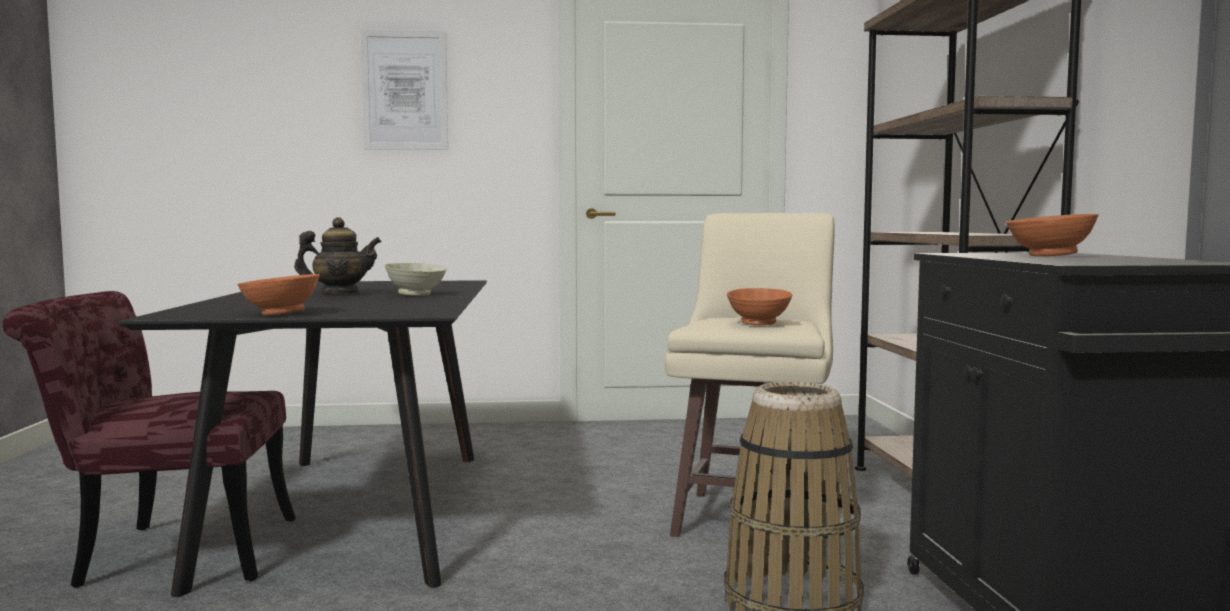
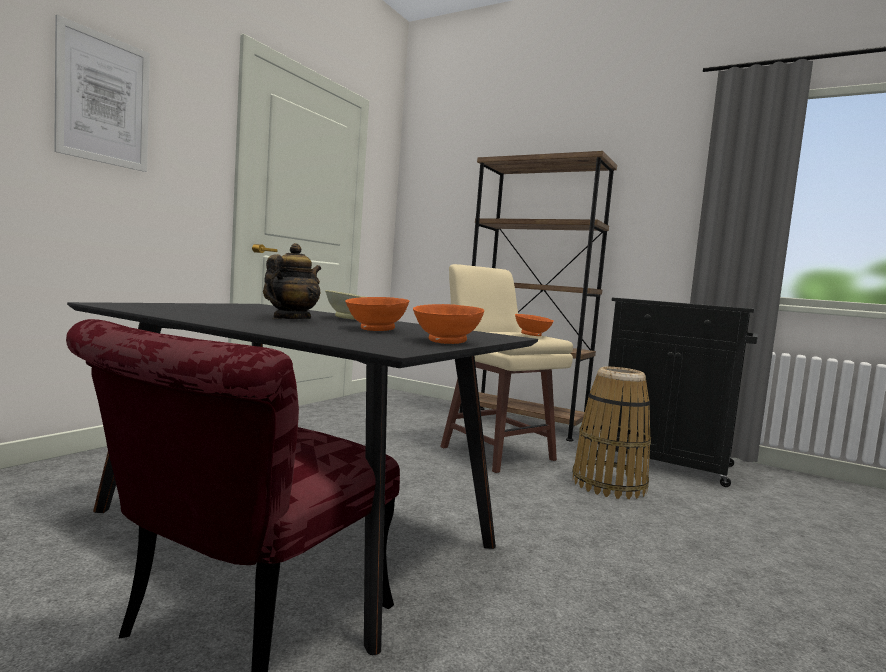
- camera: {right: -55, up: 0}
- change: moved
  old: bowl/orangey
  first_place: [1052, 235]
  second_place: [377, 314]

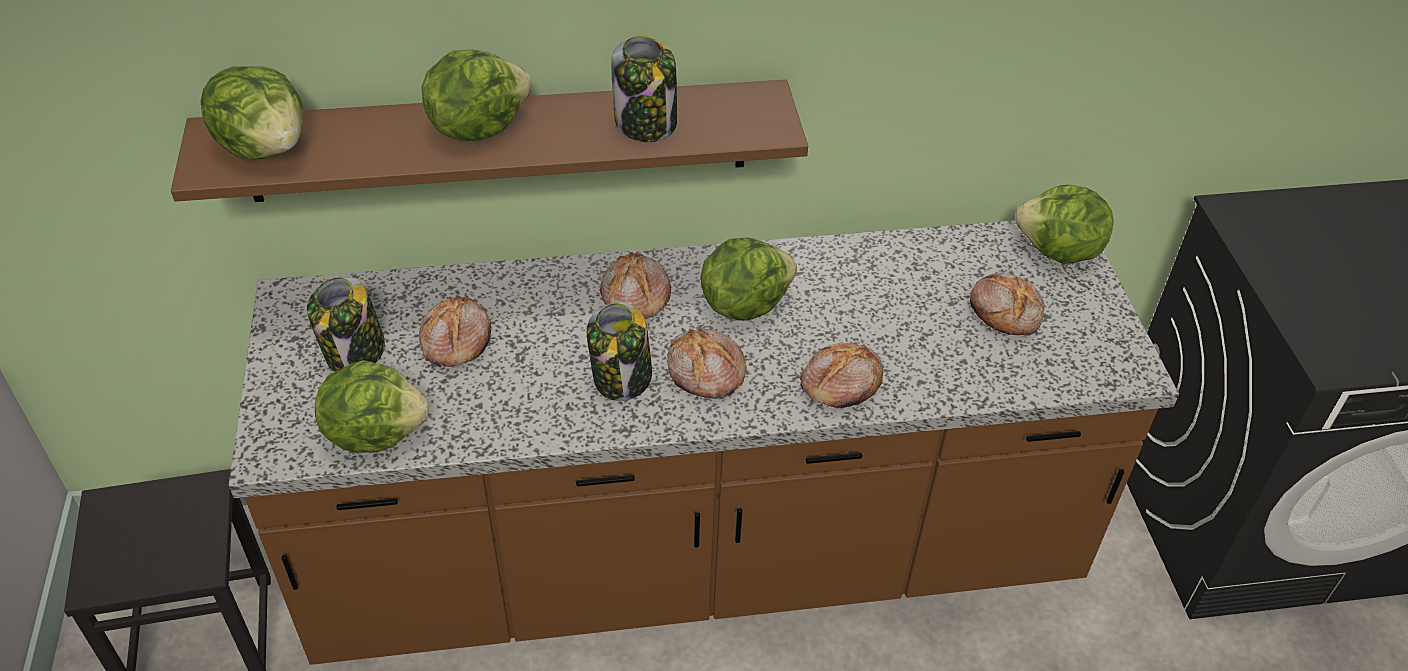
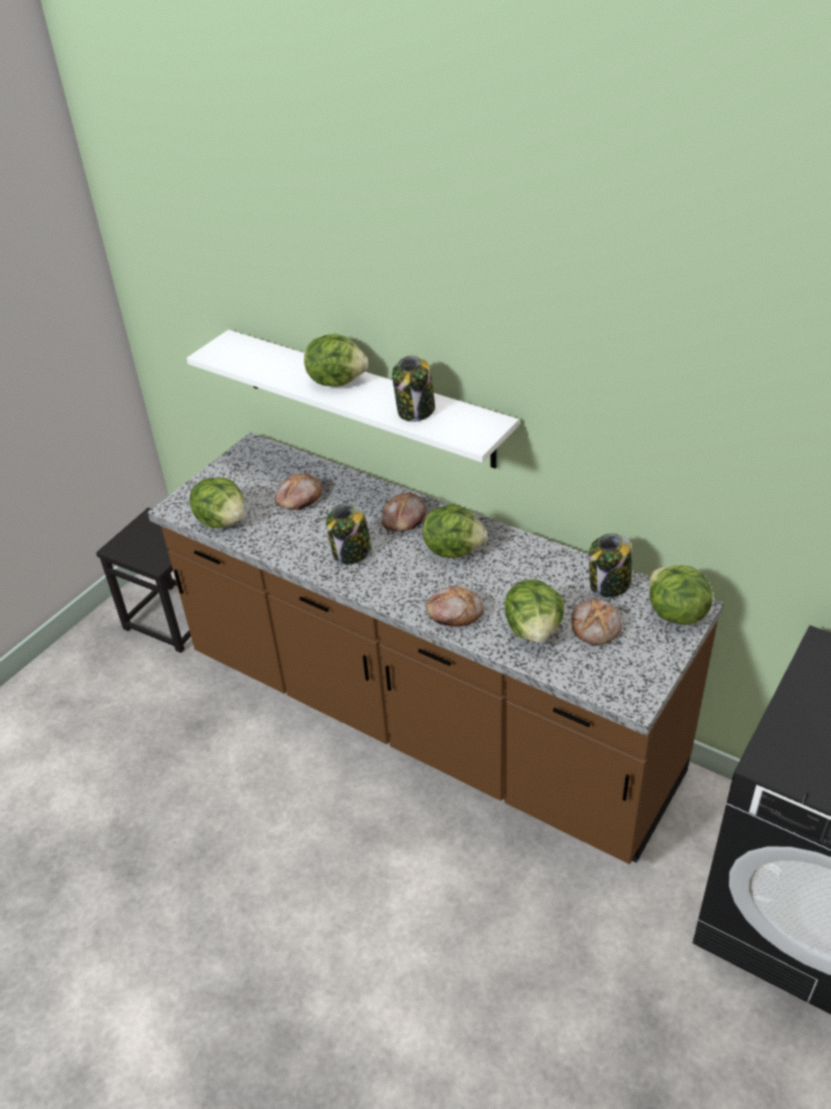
- camera: {right: 45, up: -5}
- change: removed
  old: baked bread
  first_place: [707, 364]
- change: moved
  old: head of lettuce
  first_place: [251, 112]
  second_place: [534, 611]
- change: moved
  old: preserve jar
  first_place: [346, 324]
  second_place: [610, 565]
- change: recoloured
  old: bracket shelf/brown
  new: bracket shelf/white-coloured
  first_place: [489, 140]
  second_place: [353, 399]

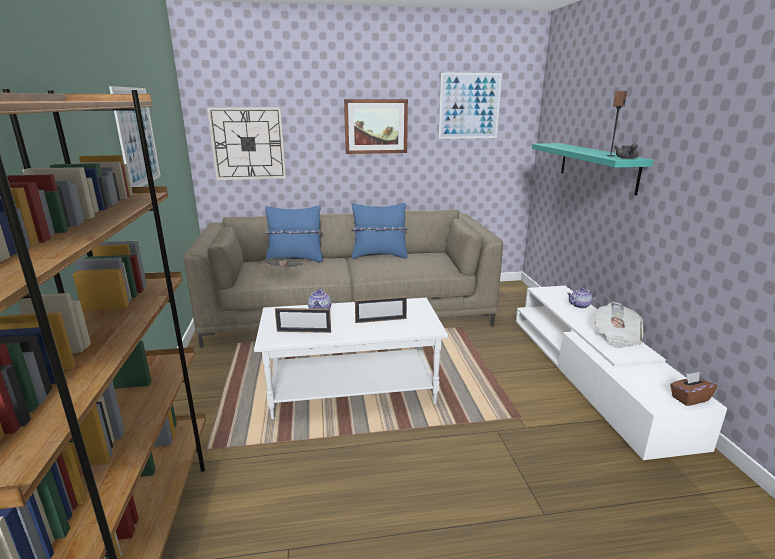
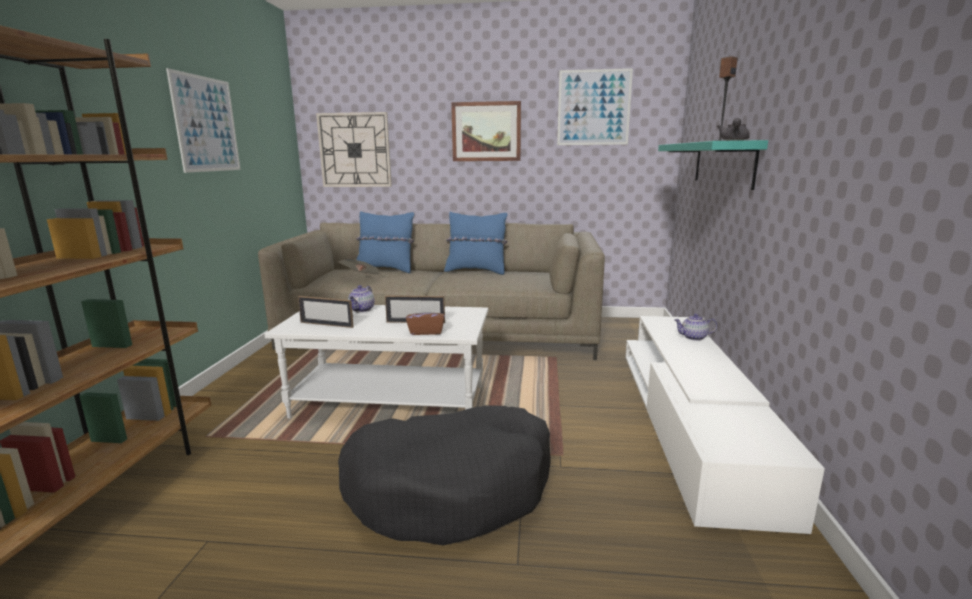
- camera: {right: 15, up: -5}
- change: removed
  old: printed paper
  first_place: [618, 325]
- change: added
  new: pet bed/black
  second_place: [444, 475]
- change: moved
  old: tissue box/brown
  first_place: [693, 389]
  second_place: [425, 319]

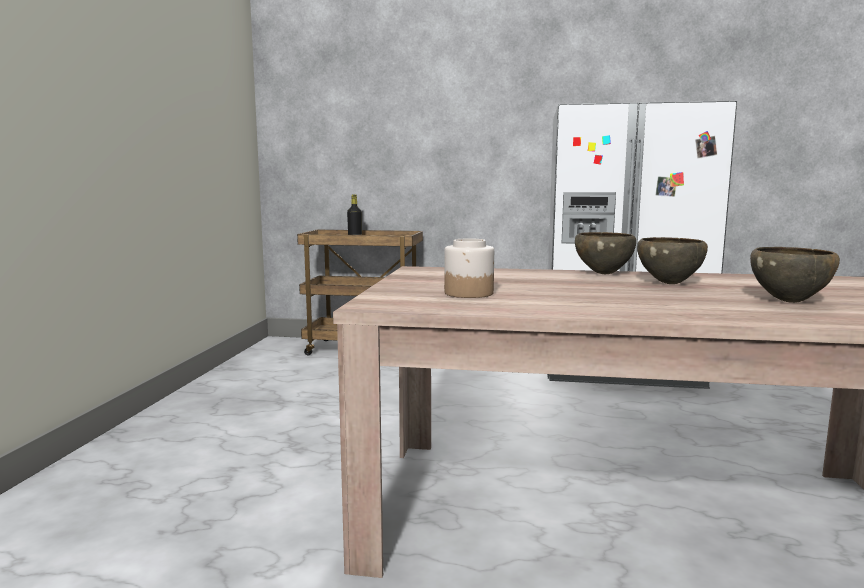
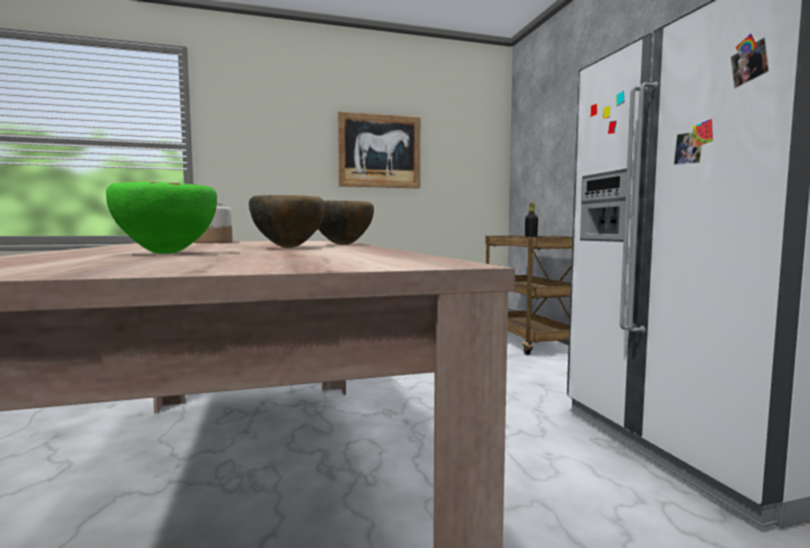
- camera: {right: 65, up: -5}
- change: added
  new: wall picture
  second_place: [379, 149]
- change: recoloured
  old: bowl/brown
  new: bowl/greenish
  first_place: [795, 275]
  second_place: [161, 218]

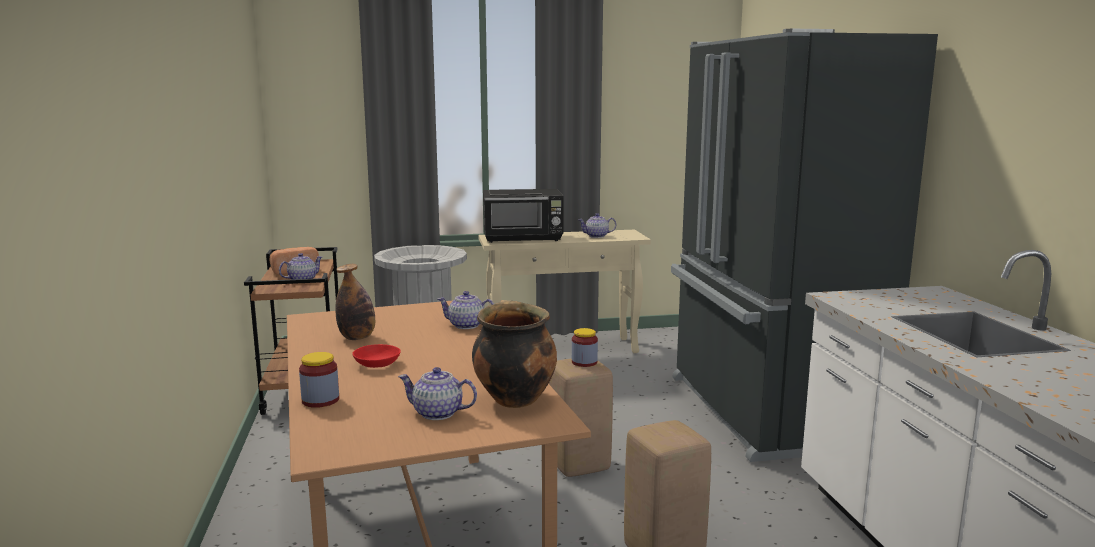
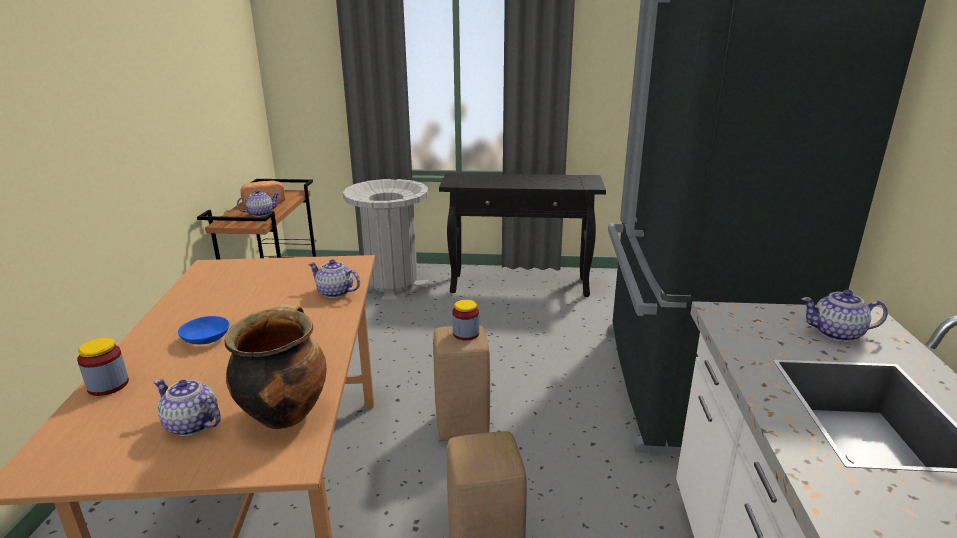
- camera: {right: 15, up: 10}
- change: removed
  old: beverage bottle
  first_place: [355, 302]
- change: removed
  old: kitchen microwave/black
  first_place: [523, 216]
- change: moved
  old: teapot
  first_place: [597, 225]
  second_place: [844, 316]
- change: recoloured
  old: bowl/red-coloured
  new: bowl/blue-coloured
  first_place: [376, 356]
  second_place: [204, 330]
- change: recoloured
  old: narrow table/beige-coloured
  new: narrow table/black
  first_place: [565, 291]
  second_place: [522, 235]

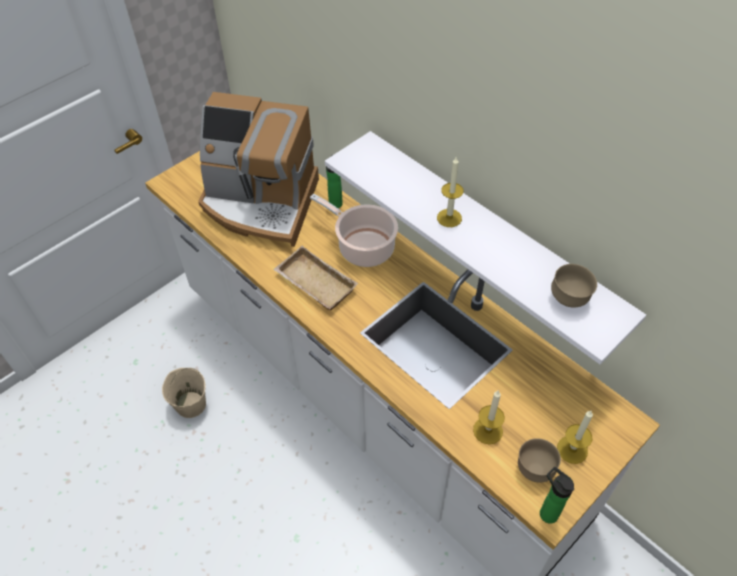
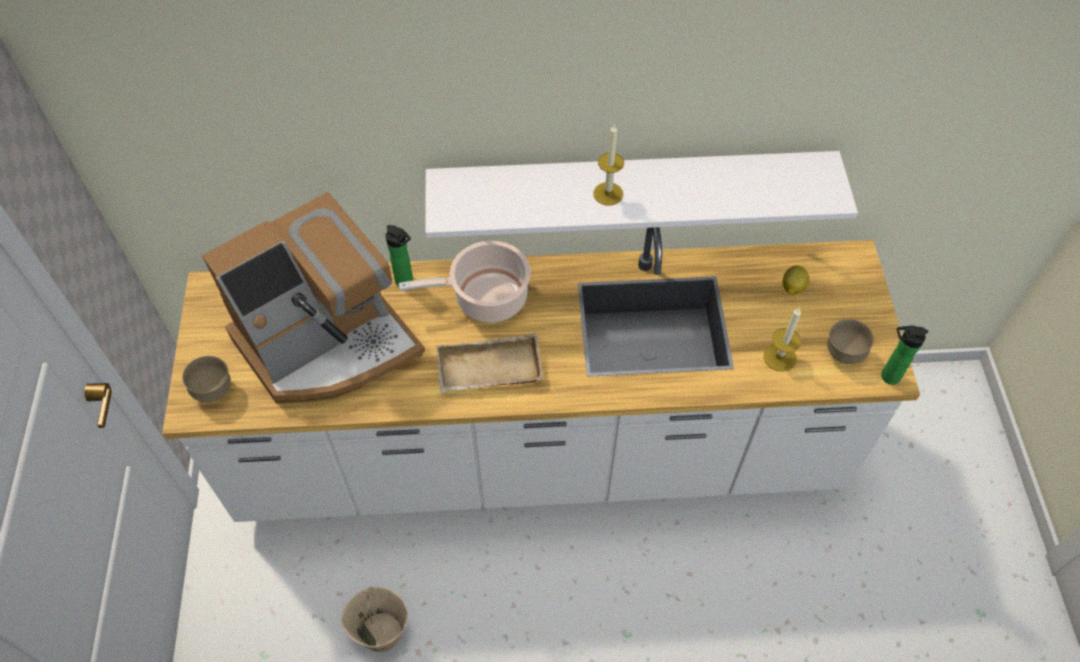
- camera: {right: -50, up: 5}
- change: removed
  old: candle
  first_place: [575, 437]
- change: added
  new: lemon
  second_place: [796, 279]
- change: moved
  old: bowl/brown
  first_place: [574, 285]
  second_place: [206, 379]

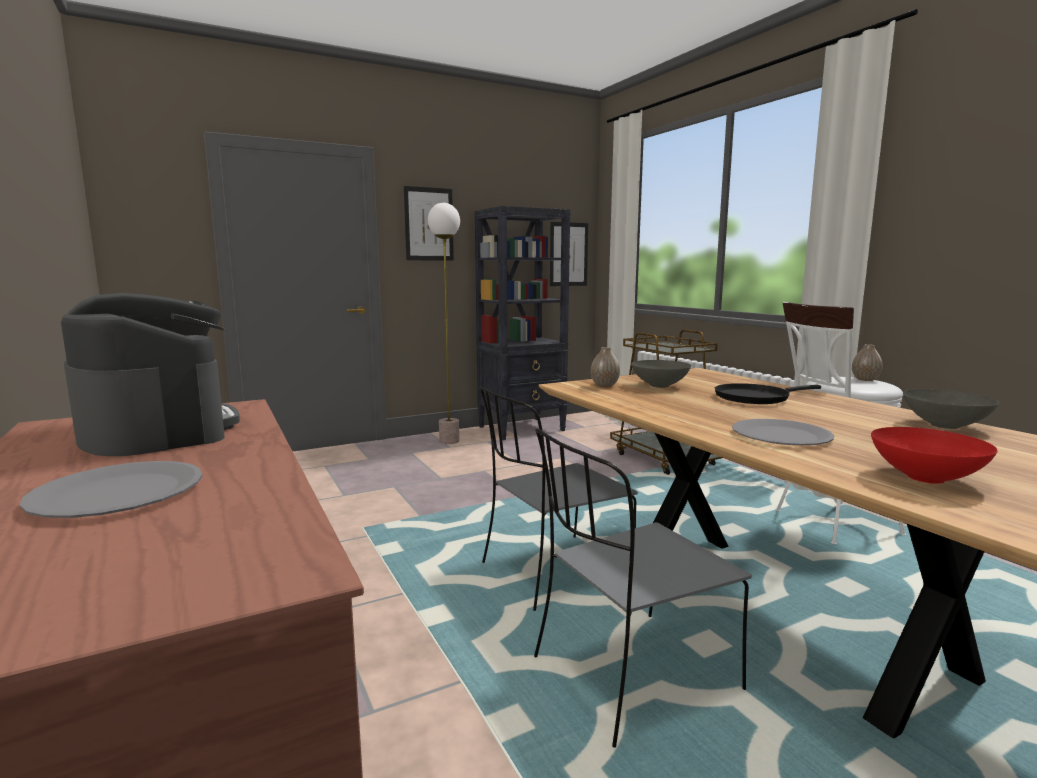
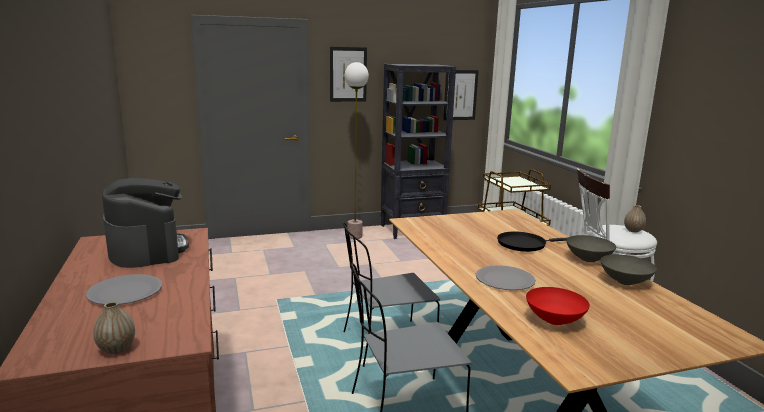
- camera: {right: 10, up: 5}
- change: moved
  old: decorative vase
  first_place: [605, 367]
  second_place: [114, 328]
- change: moved
  old: bowl/greyish
  first_place: [661, 374]
  second_place: [591, 248]

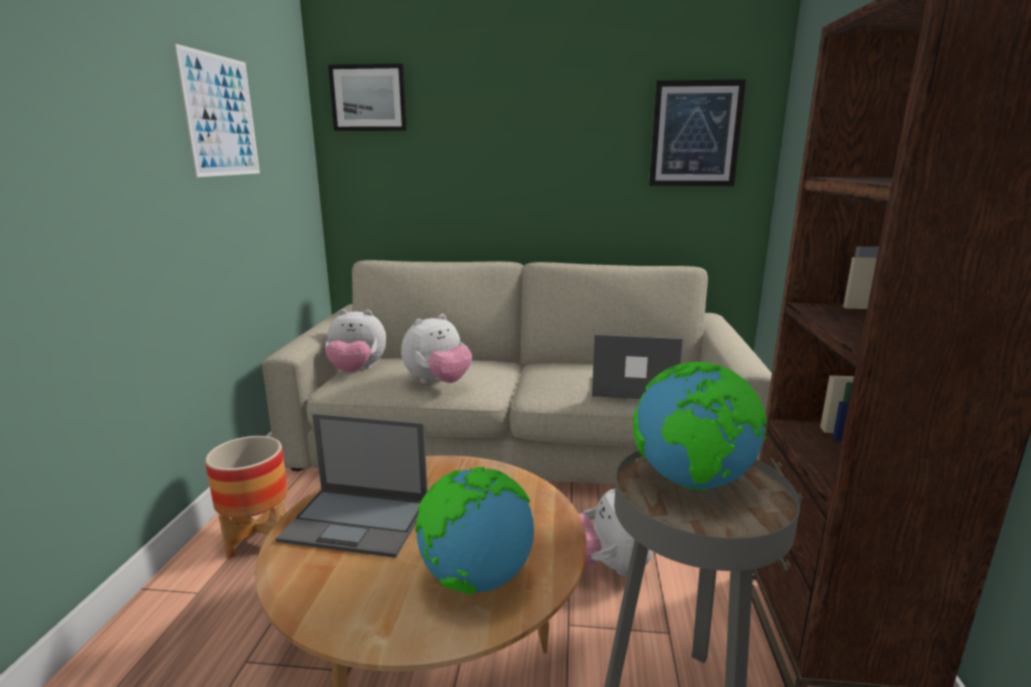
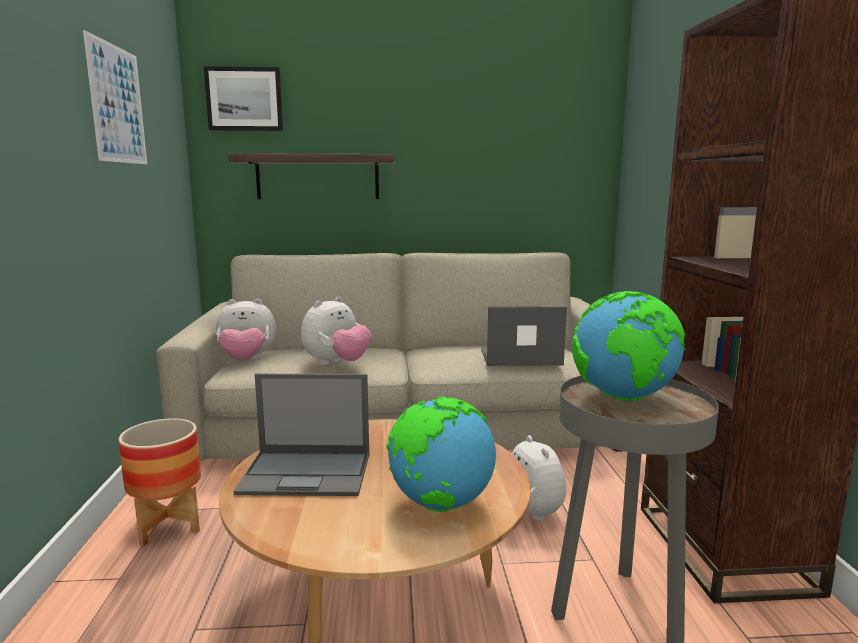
- camera: {right: -10, up: -5}
- change: removed
  old: wall picture
  first_place: [697, 132]
- change: added
  new: bracket shelf
  second_place: [311, 176]

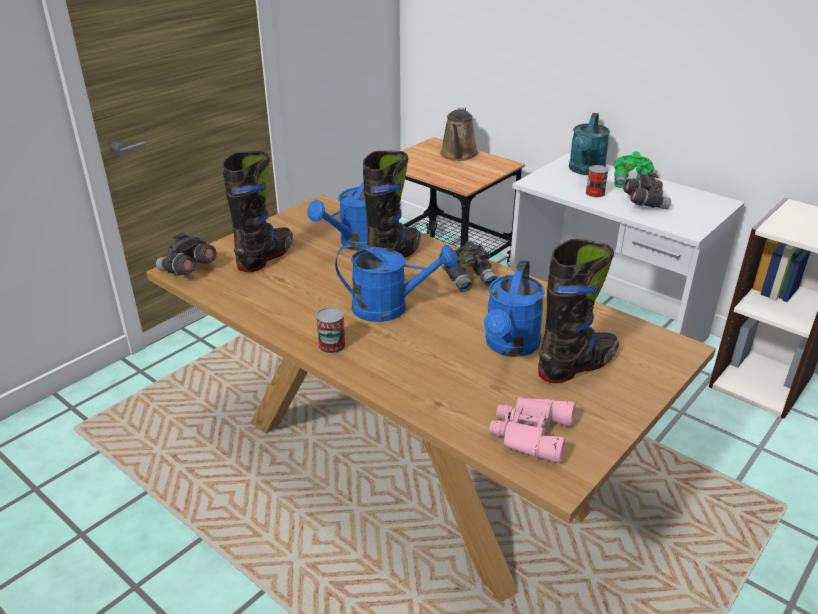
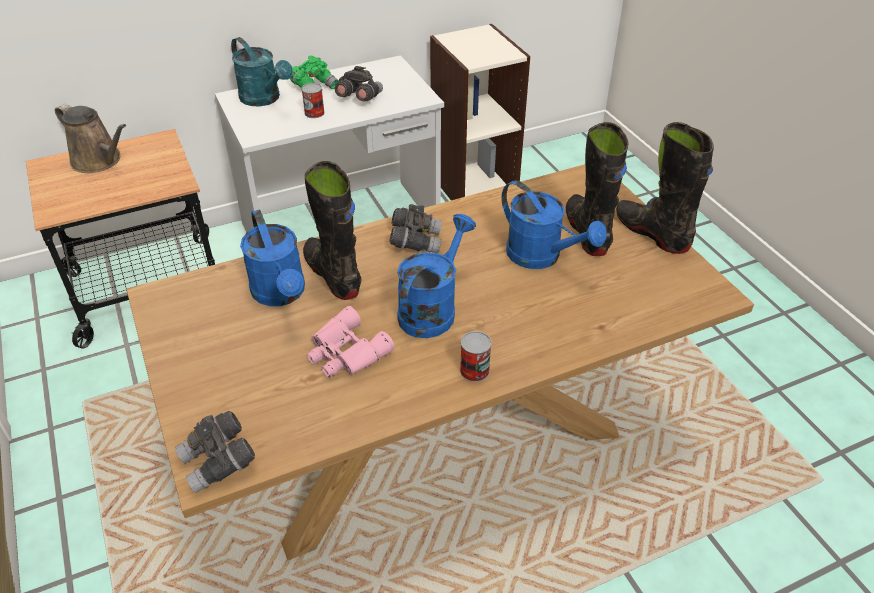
- camera: {right: -65, up: 10}
- change: moved
  old: boot/black
  first_place: [258, 211]
  second_place: [665, 188]
- change: moved
  old: pair of binoculars/pink-coloured
  first_place: [532, 430]
  second_place: [351, 342]

